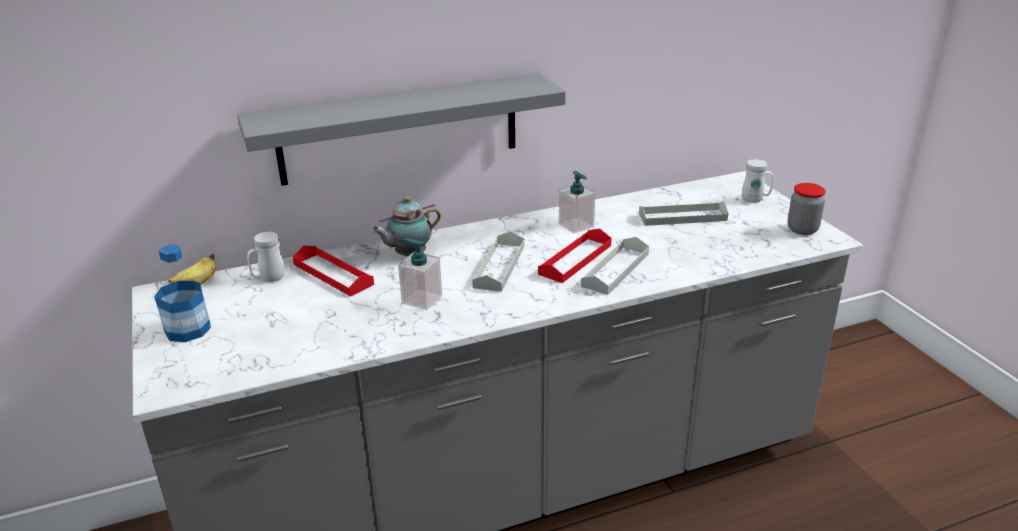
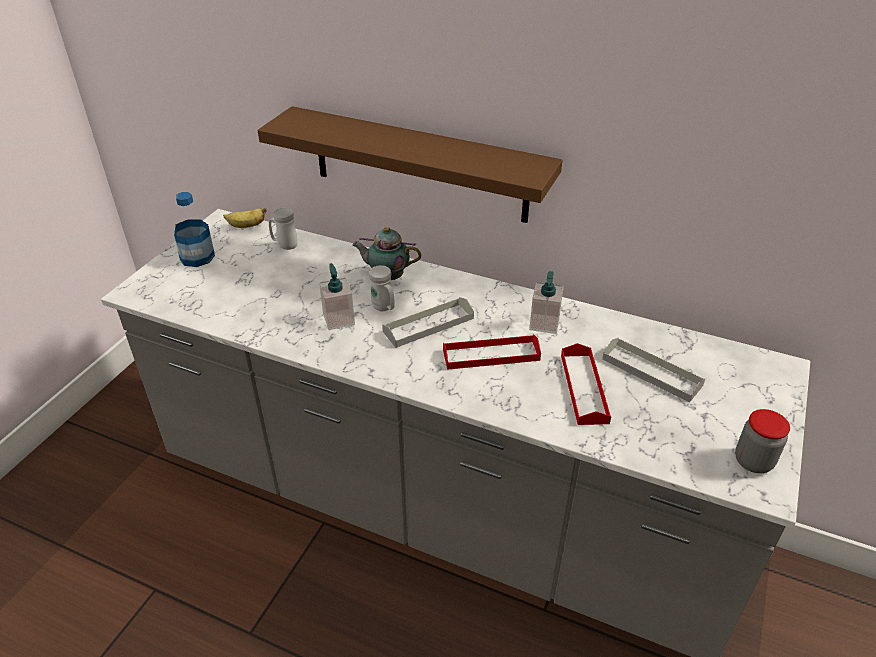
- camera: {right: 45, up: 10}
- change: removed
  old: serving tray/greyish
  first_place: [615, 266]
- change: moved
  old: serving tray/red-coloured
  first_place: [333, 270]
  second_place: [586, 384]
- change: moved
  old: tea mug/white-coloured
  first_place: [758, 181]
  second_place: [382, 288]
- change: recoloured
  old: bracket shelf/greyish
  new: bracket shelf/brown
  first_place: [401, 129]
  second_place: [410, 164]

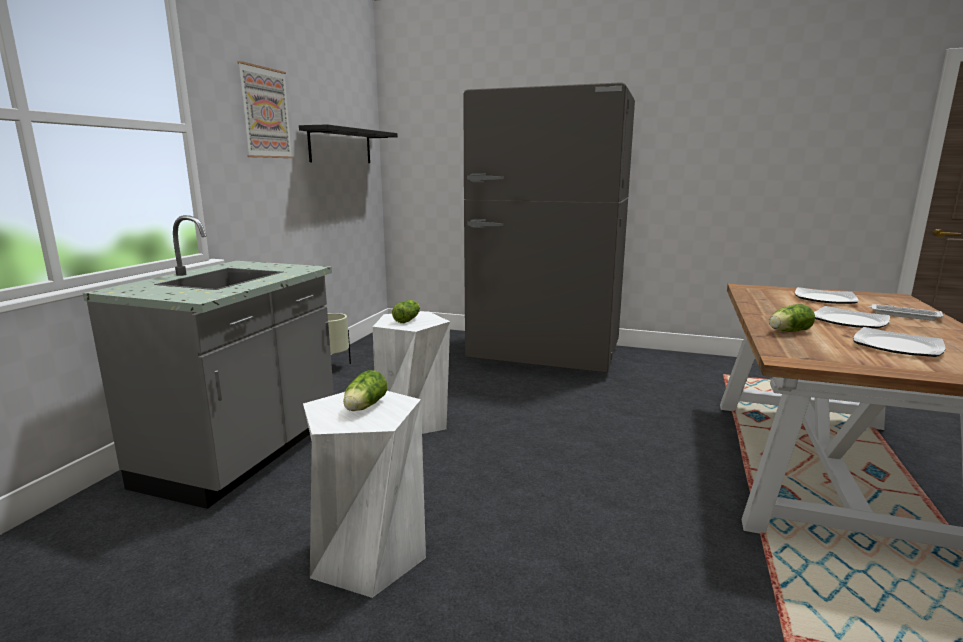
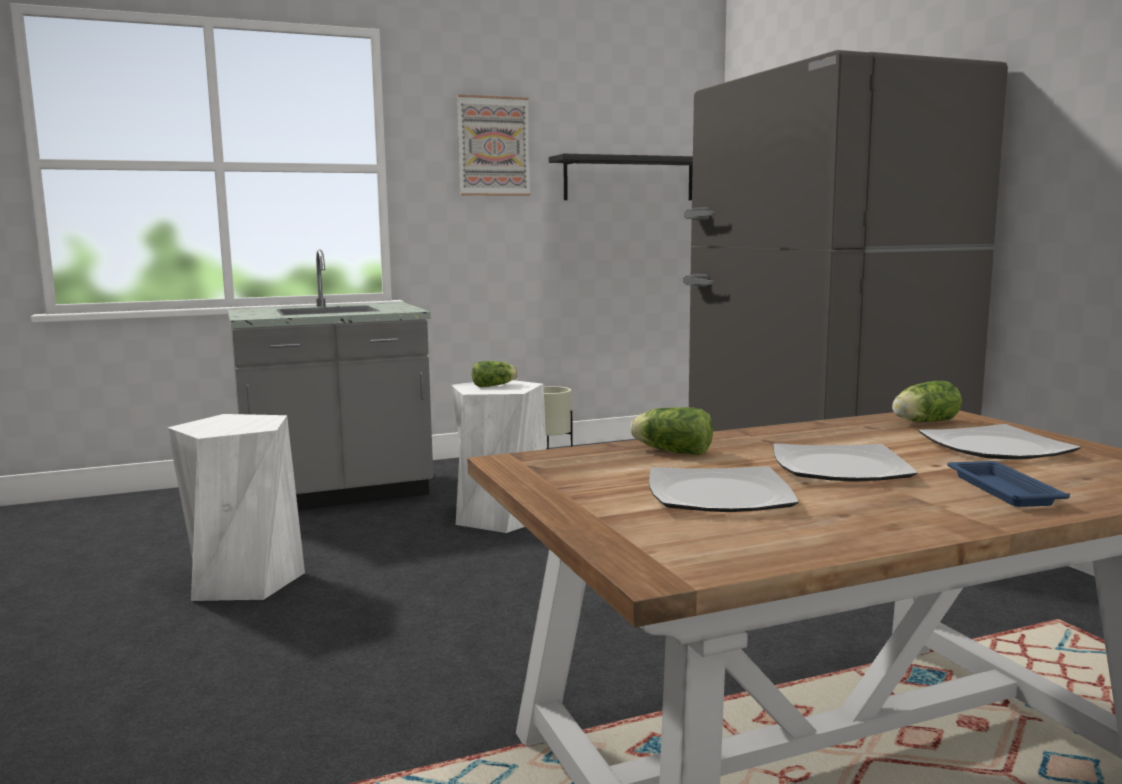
- camera: {right: 50, up: -5}
- change: moved
  old: head of lettuce
  first_place: [365, 390]
  second_place: [927, 401]
- change: recoloured
  old: serving tray/white-coloured
  new: serving tray/blue-coloured
  first_place: [905, 312]
  second_place: [1008, 484]

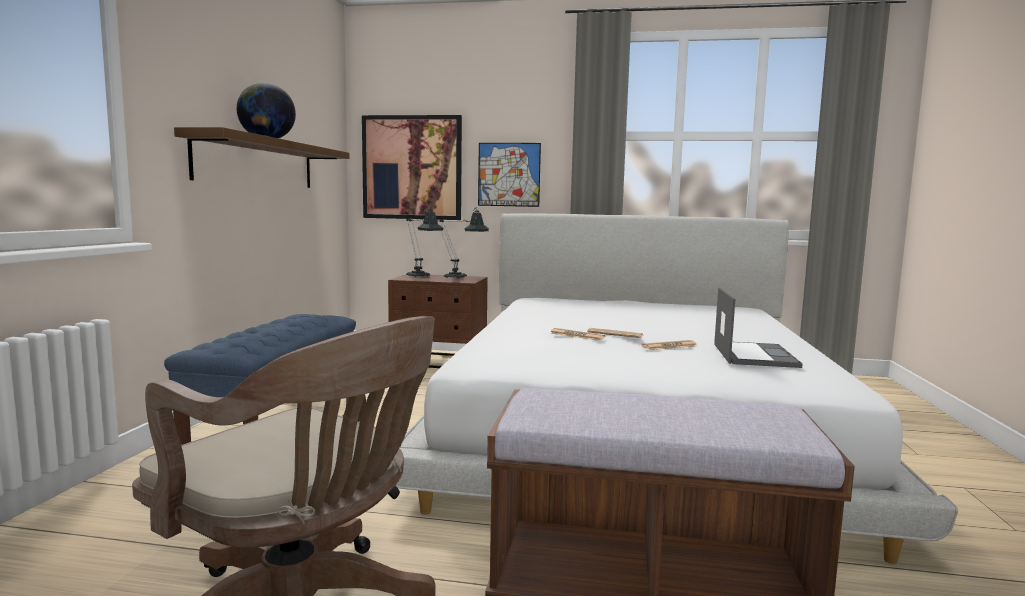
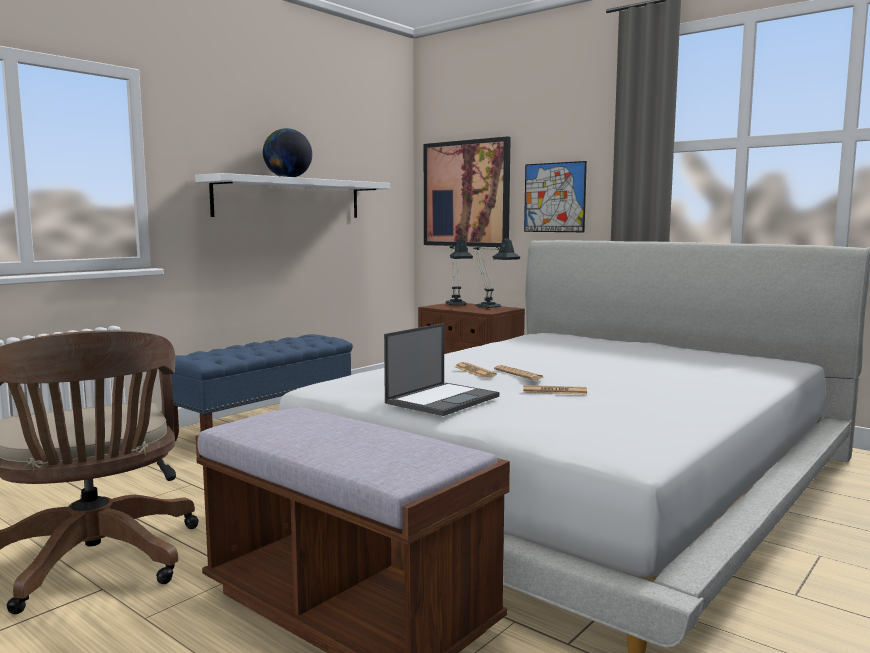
- camera: {right: 30, up: 0}
- change: moved
  old: laptop
  first_place: [758, 327]
  second_place: [441, 369]
- change: recoloured
  old: bracket shelf/brown
  new: bracket shelf/white-coloured
  first_place: [262, 157]
  second_place: [292, 195]

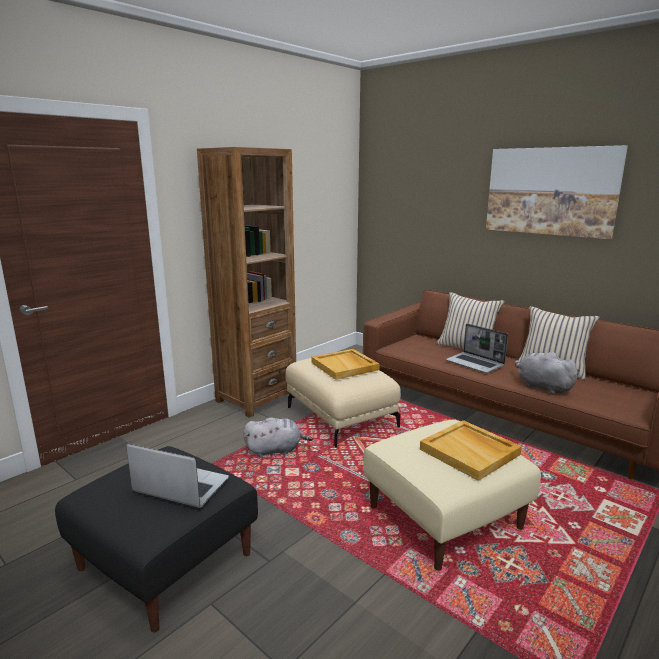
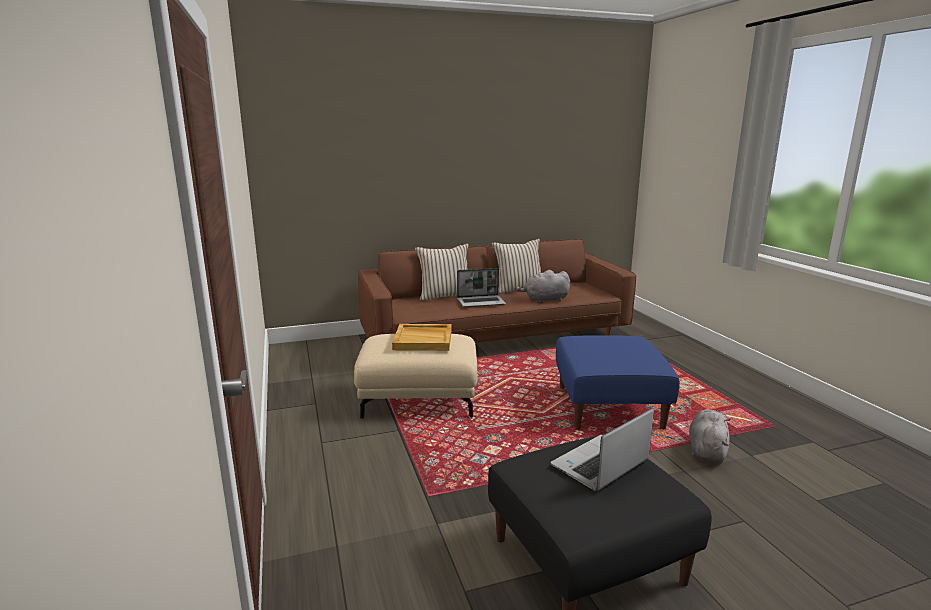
- camera: {right: -60, up: 0}
- change: removed
  old: bookshelf/brown
  first_place: [246, 282]
- change: removed
  old: serving tray/beige-coloured
  first_place: [471, 450]
- change: removed
  old: wall picture
  first_place: [557, 192]
- change: moved
  old: cuddly toy/greyish
  first_place: [278, 437]
  second_place: [710, 436]
- change: recoloured
  old: footrest/beige-coloured
  new: footrest/blue-coloured
  first_place: [452, 495]
  second_place: [618, 382]

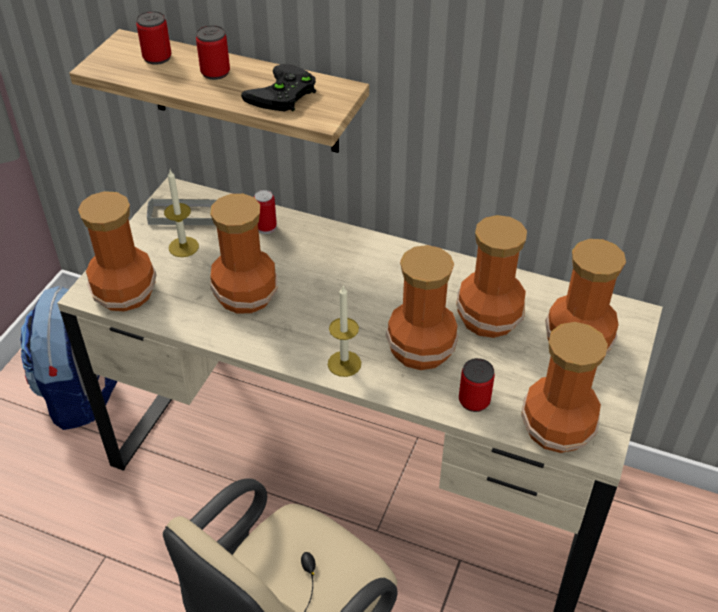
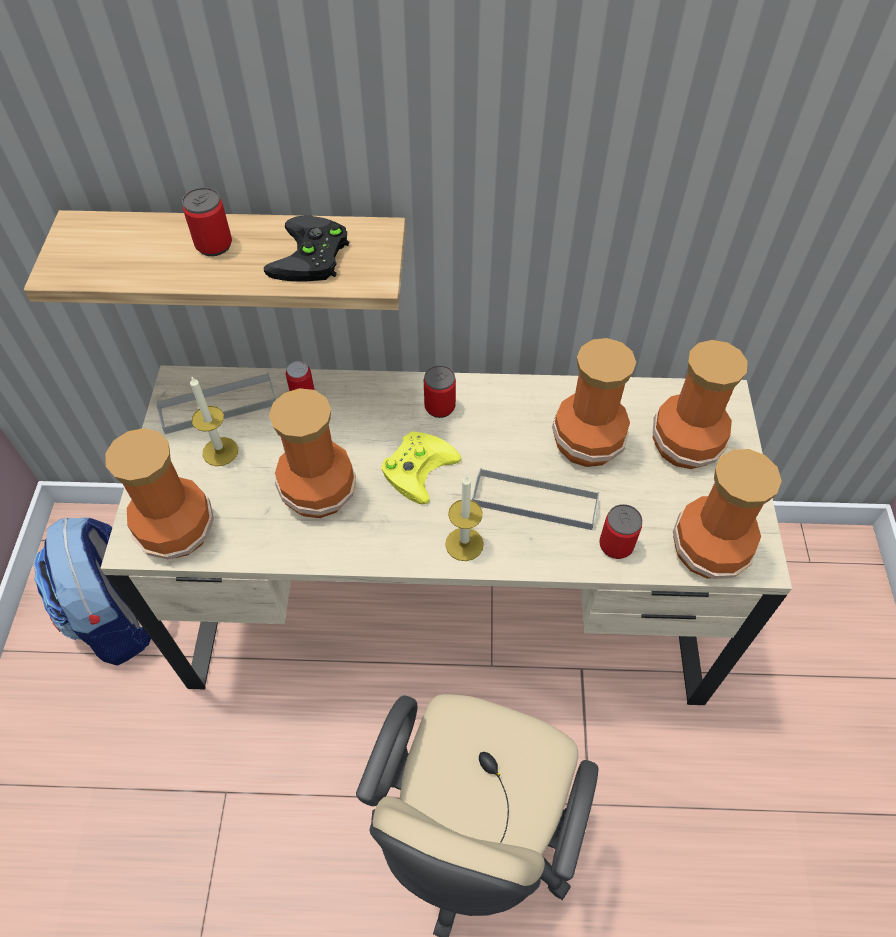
- camera: {right: -20, up: 10}
- change: added
  new: joypad/yellowish
  second_place: [421, 467]
- change: moved
  old: sealed can
  first_place: [154, 38]
  second_place: [440, 391]
- change: replaced
  old: decorative vase
  new: serving tray/greyish
  first_place: [422, 307]
  second_place: [535, 499]

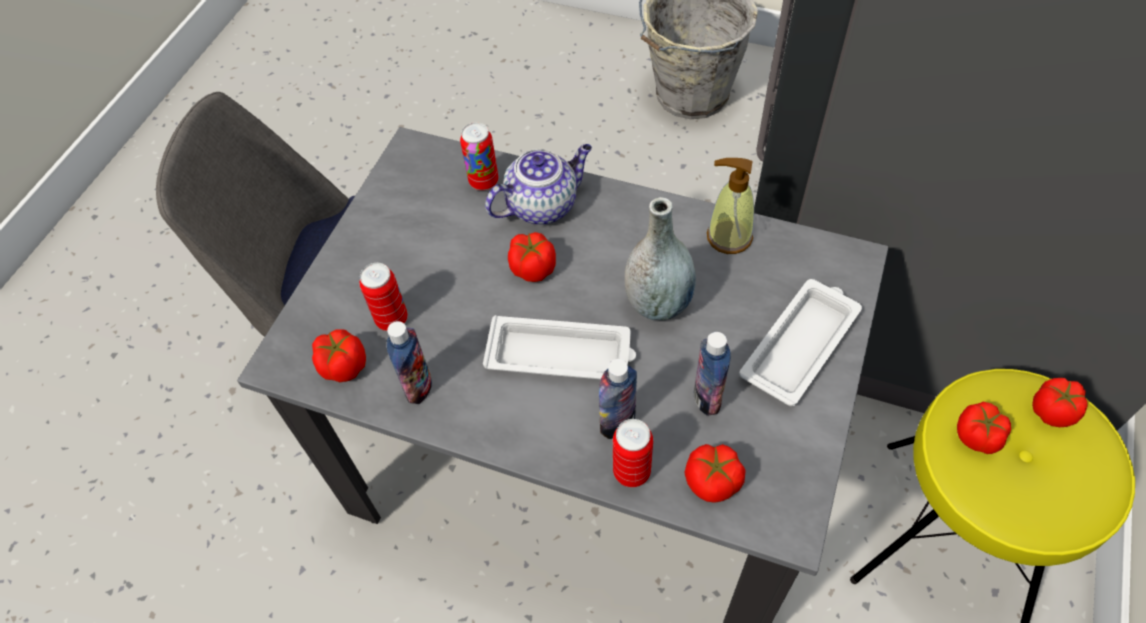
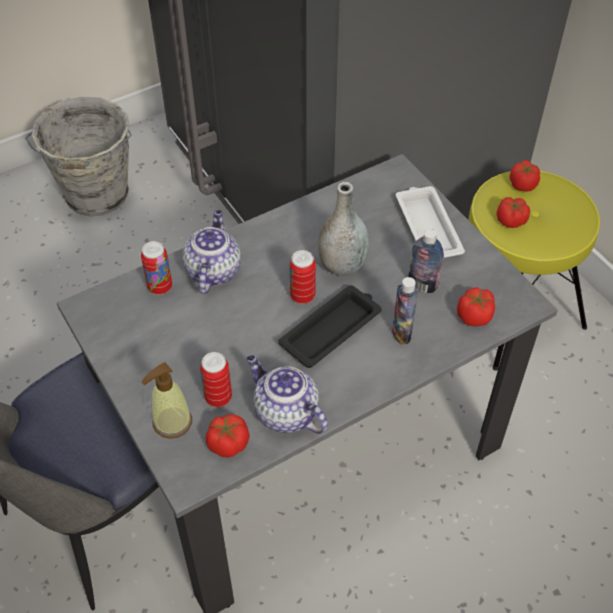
- camera: {right: -55, up: -5}
- change: removed
  old: tomato
  first_place: [532, 257]
- change: moved
  old: sealed can
  first_place: [633, 453]
  second_place: [303, 277]
- change: moved
  old: soap dispenser
  first_place: [730, 206]
  second_place: [166, 400]
- change: replaced
  old: beverage bottle
  new: teapot
  first_place: [409, 362]
  second_place: [286, 394]
- change: recoloured
  old: serving tray/white-coloured
  new: serving tray/black
  first_place: [559, 347]
  second_place: [330, 326]

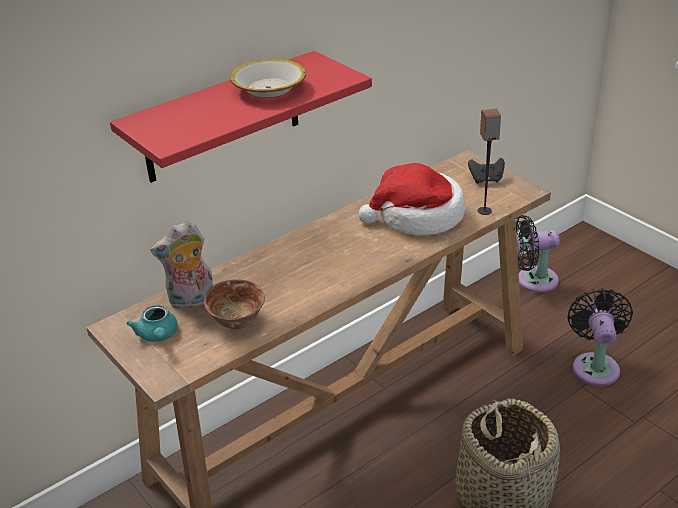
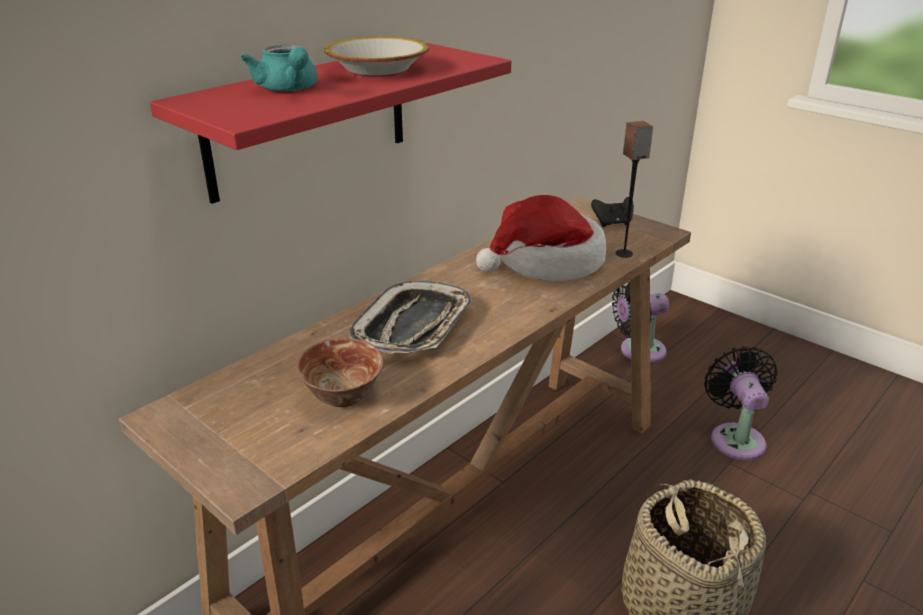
- camera: {right: -10, up: -5}
- change: removed
  old: cuddly toy
  first_place: [182, 265]
- change: added
  new: serving tray
  second_place: [410, 317]
- change: moved
  old: teapot/blue-green
  first_place: [152, 323]
  second_place: [279, 68]

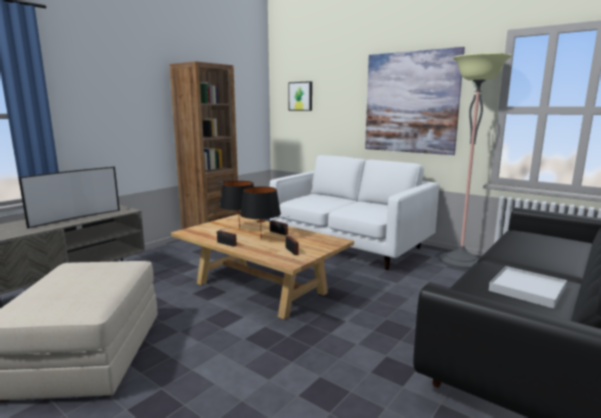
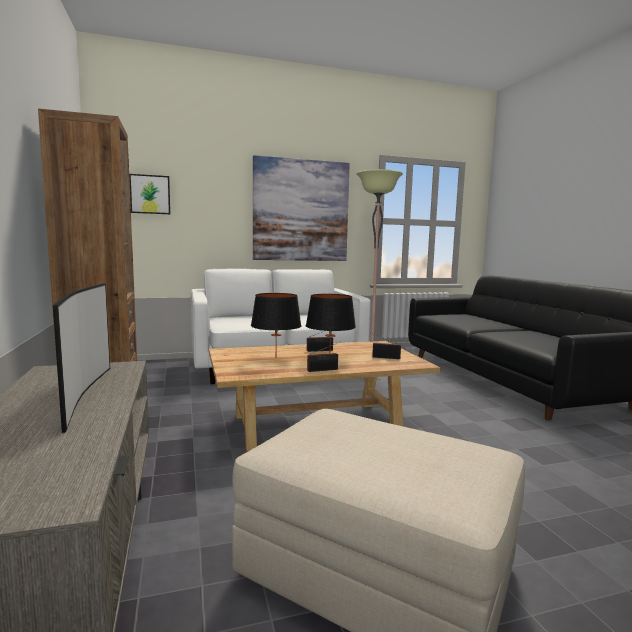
- camera: {right: -55, up: -5}
- change: removed
  old: serving tray/white-coloured
  first_place: [528, 287]

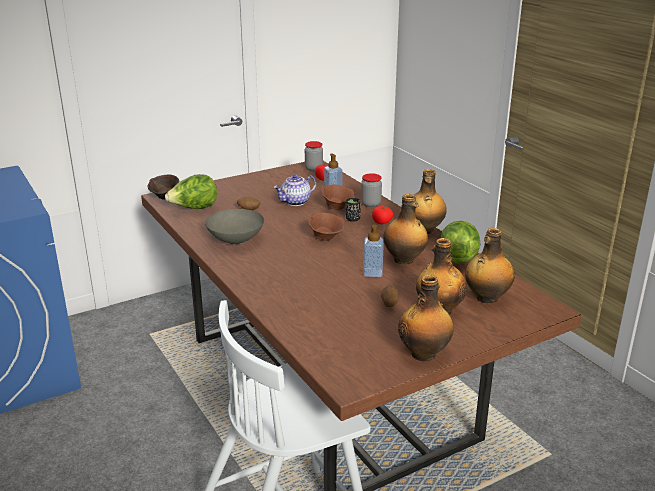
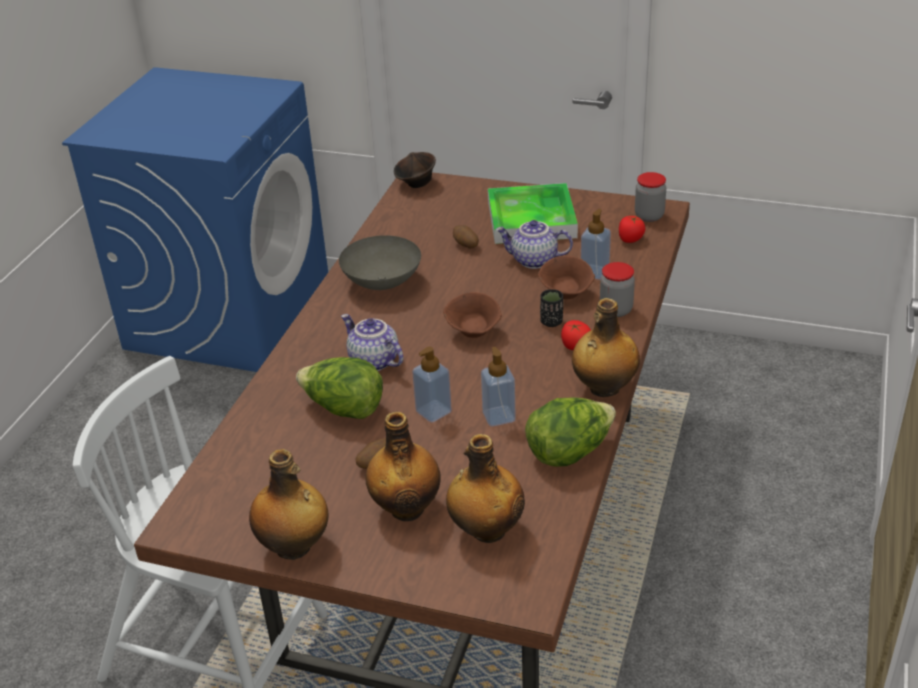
- camera: {right: 50, up: 10}
- change: added
  new: teapot
  second_place: [372, 342]
- change: added
  new: serving tray
  second_place: [533, 213]
- change: moved
  old: head of lettuce
  first_place: [191, 191]
  second_place: [339, 388]
- change: replaced
  old: beverage bottle
  new: soap dispenser
  first_place: [405, 229]
  second_place: [498, 386]

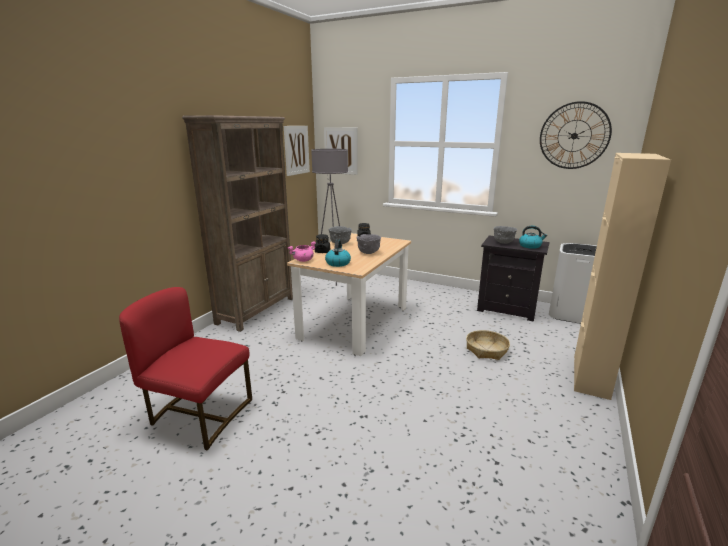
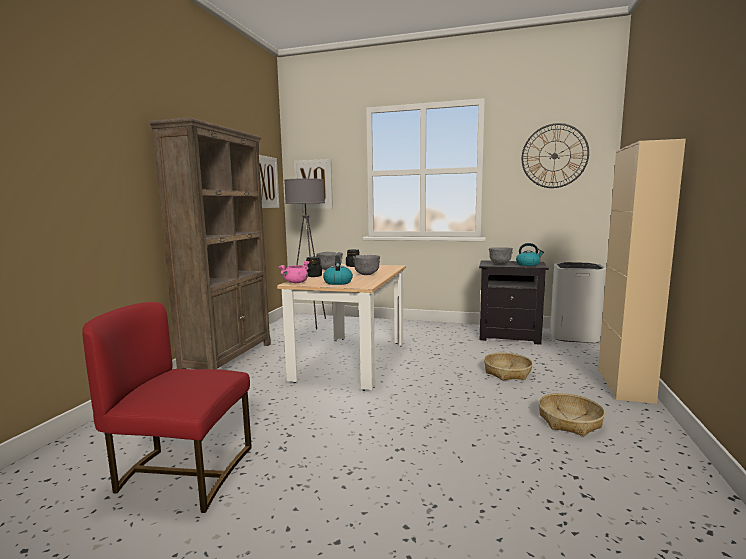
- camera: {right: -10, up: -10}
- change: added
  new: basket
  second_place: [571, 414]

